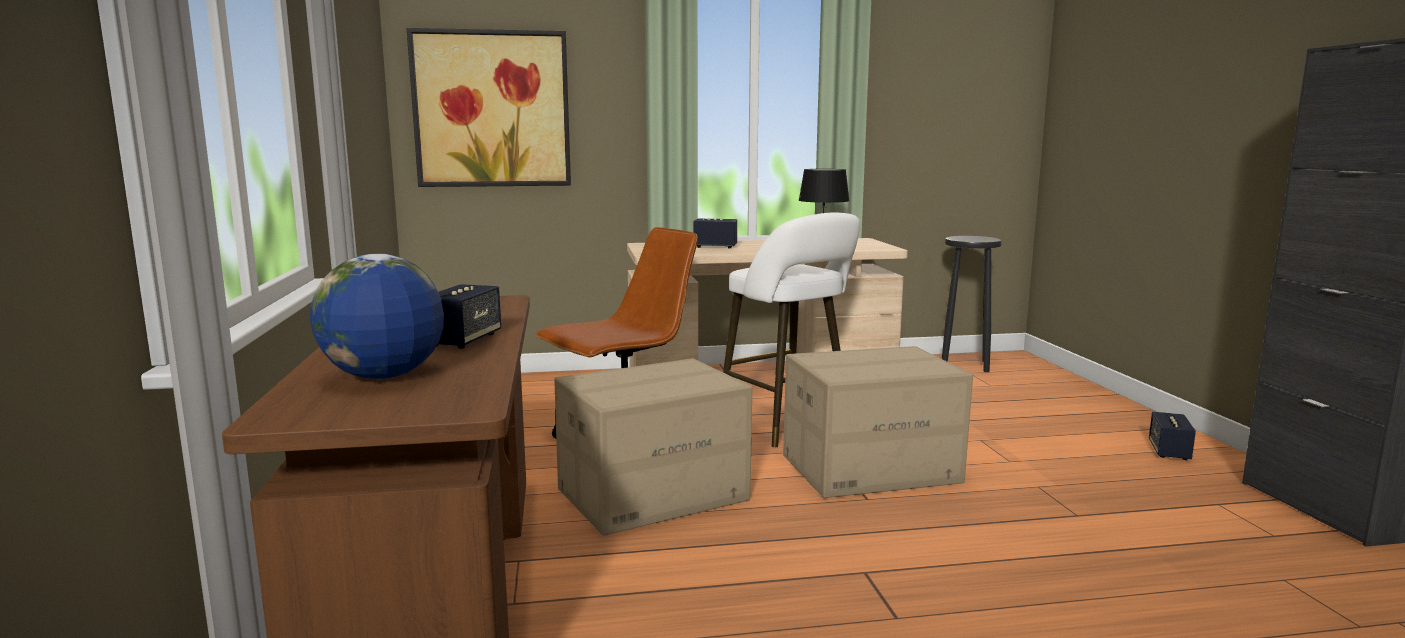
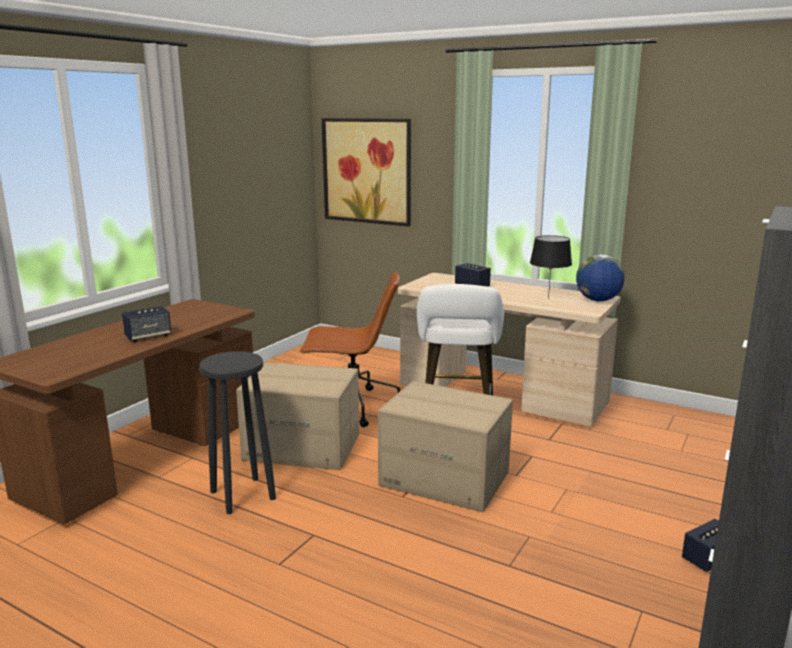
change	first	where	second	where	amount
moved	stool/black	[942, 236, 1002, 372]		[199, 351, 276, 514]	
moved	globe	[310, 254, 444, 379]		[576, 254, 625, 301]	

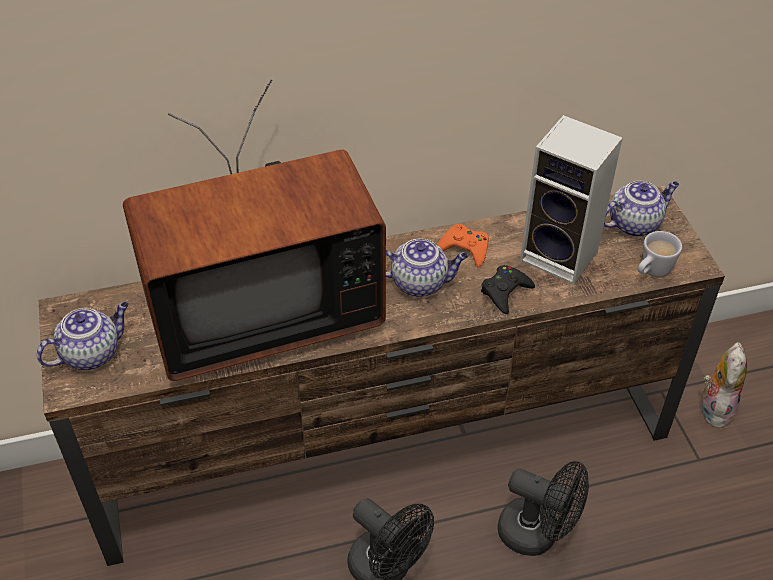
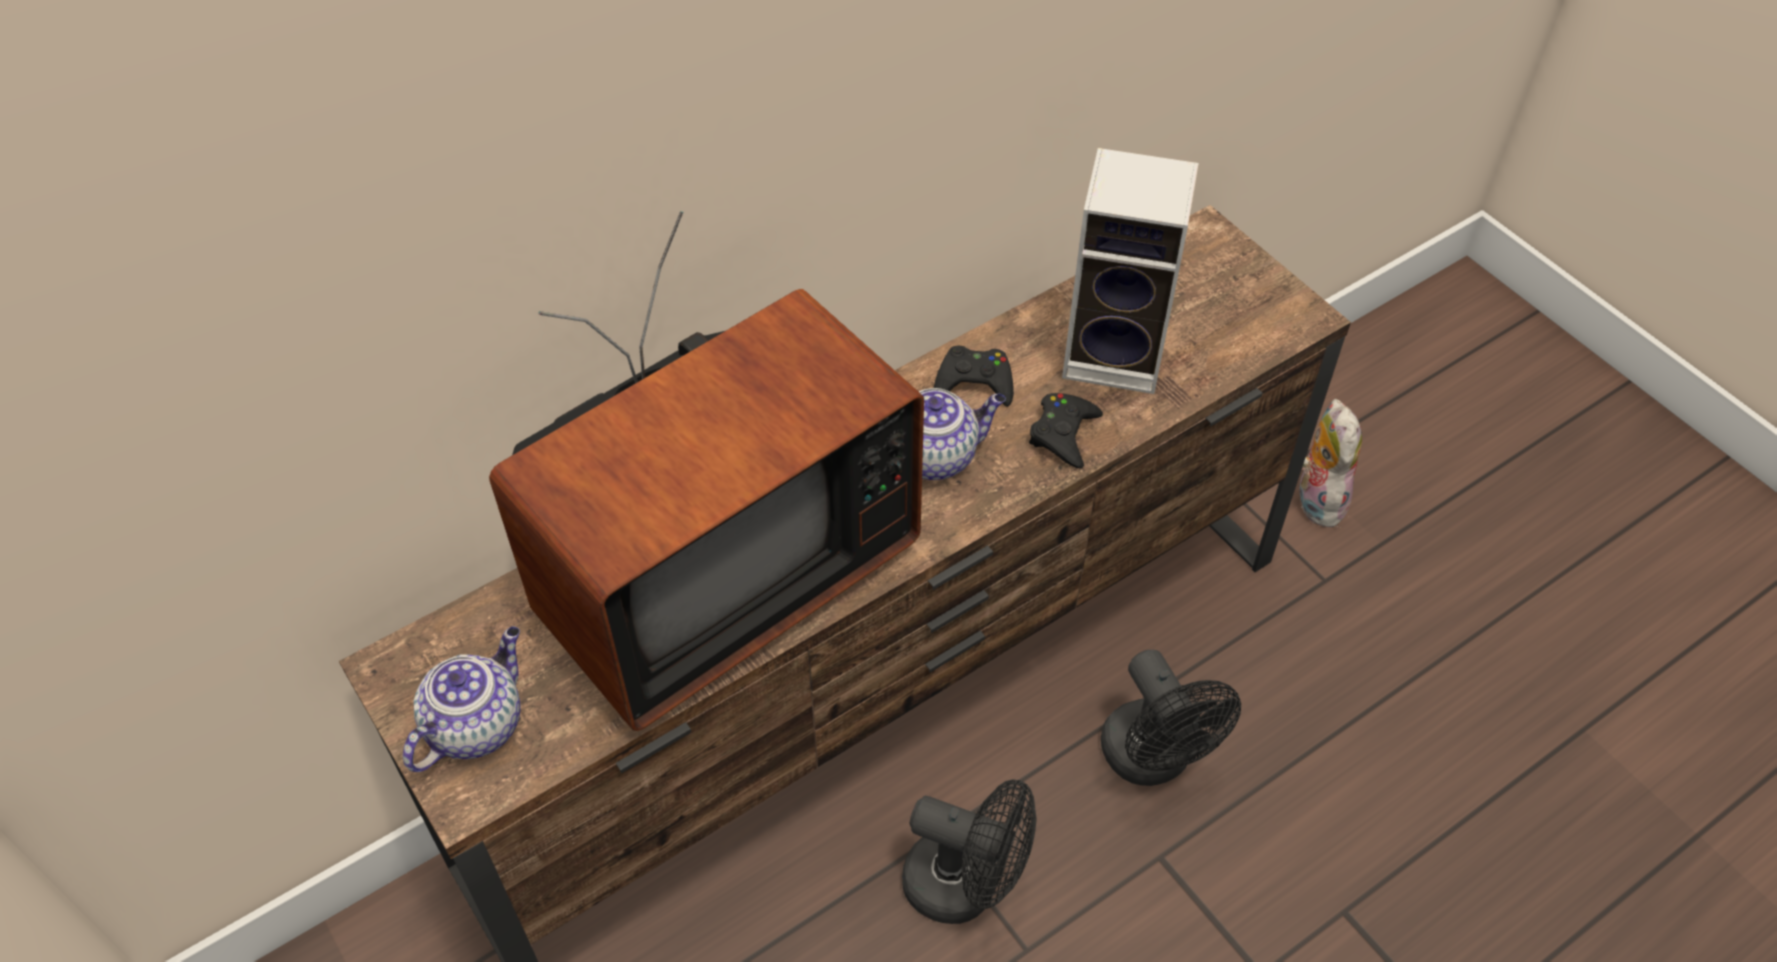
change	first	where	second	where	amount
recoloured	game controller/orange	[437, 224, 489, 268]	game controller/black	[934, 346, 1014, 407]	
turned	fan/black	[498, 461, 589, 556]		[1101, 650, 1241, 786]	60 degrees clockwise
removed	teapot	[604, 181, 679, 237]			
removed	mug/white	[638, 231, 682, 278]			

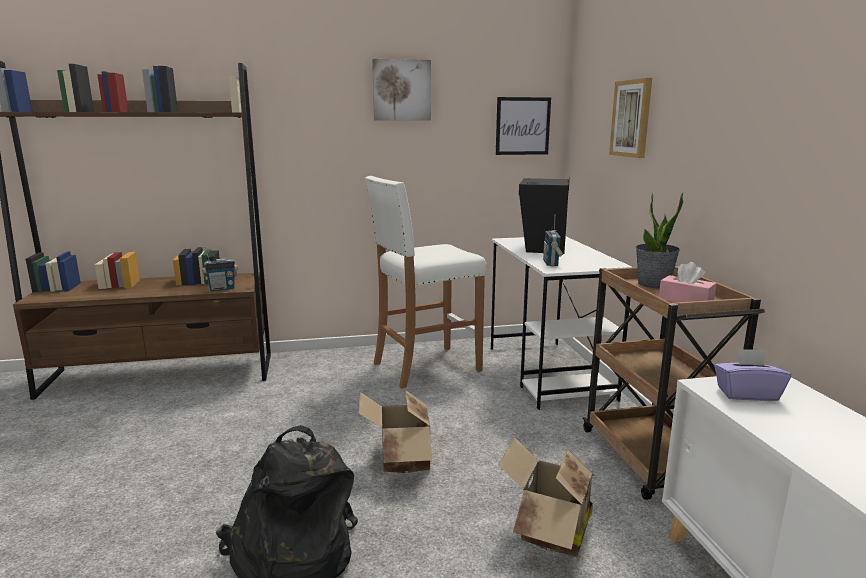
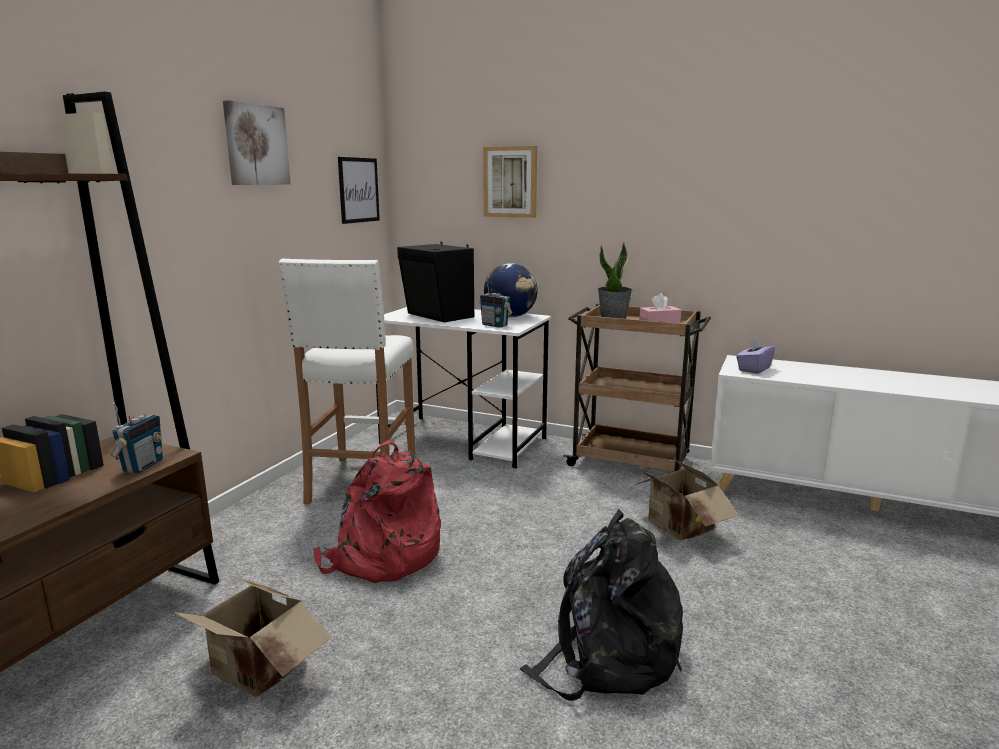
change	first	where	second	where	amount
moved	cardboard box	[359, 390, 432, 473]		[172, 576, 332, 697]	
added			backpack/red	[313, 440, 441, 583]	
added			globe	[484, 263, 538, 318]	

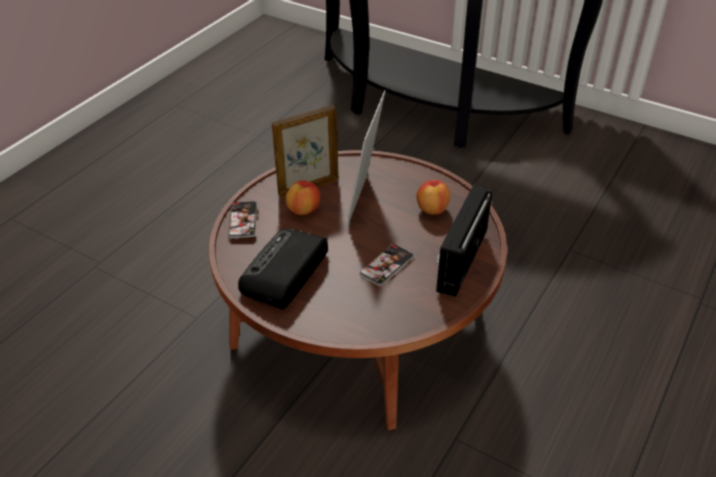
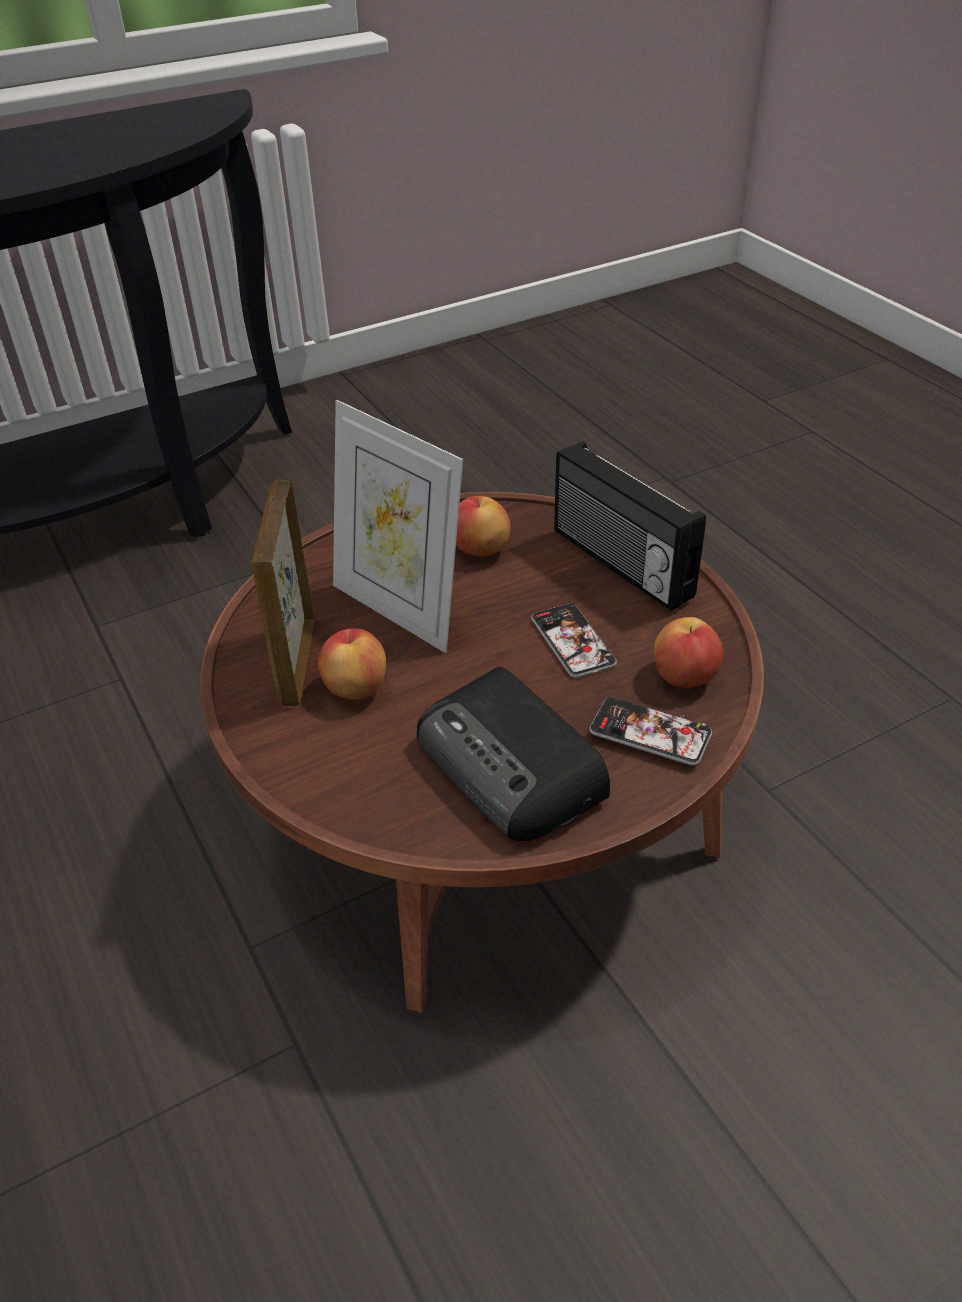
change	first	where	second	where	amount
moved	phone	[228, 201, 257, 238]		[589, 697, 712, 766]	
added			apple	[654, 617, 723, 688]	

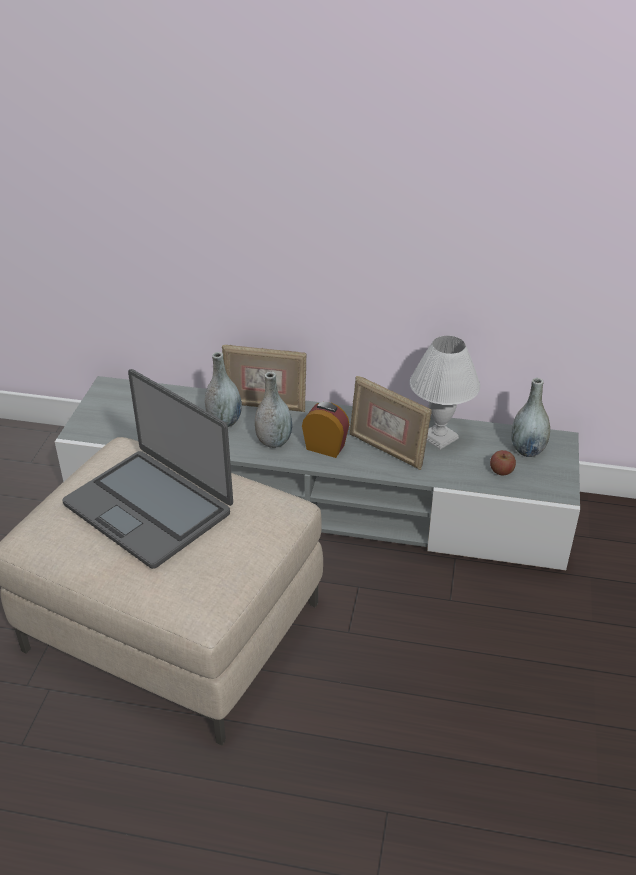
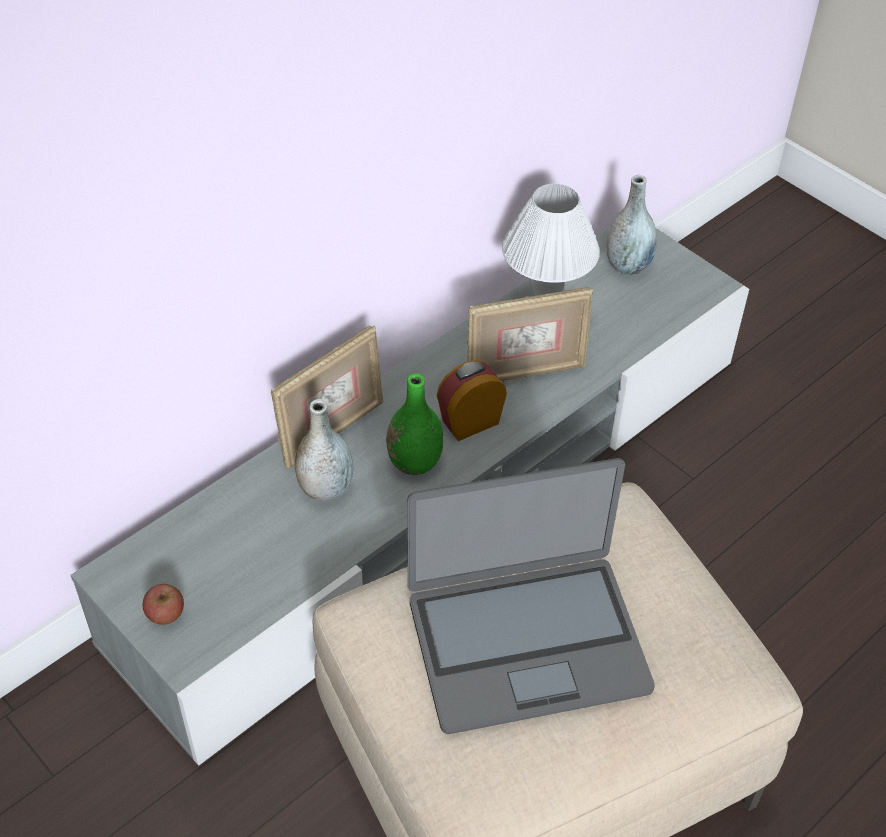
change	first	where	second	where	amount
moved	apple	[490, 450, 516, 475]		[143, 584, 184, 625]	
recoloured	vase/grey	[255, 372, 292, 448]	vase/green	[386, 373, 443, 475]	

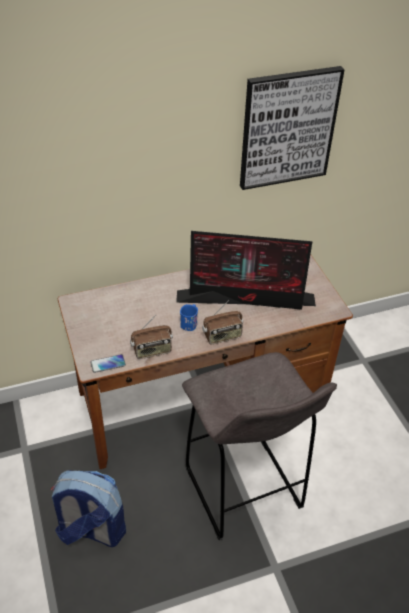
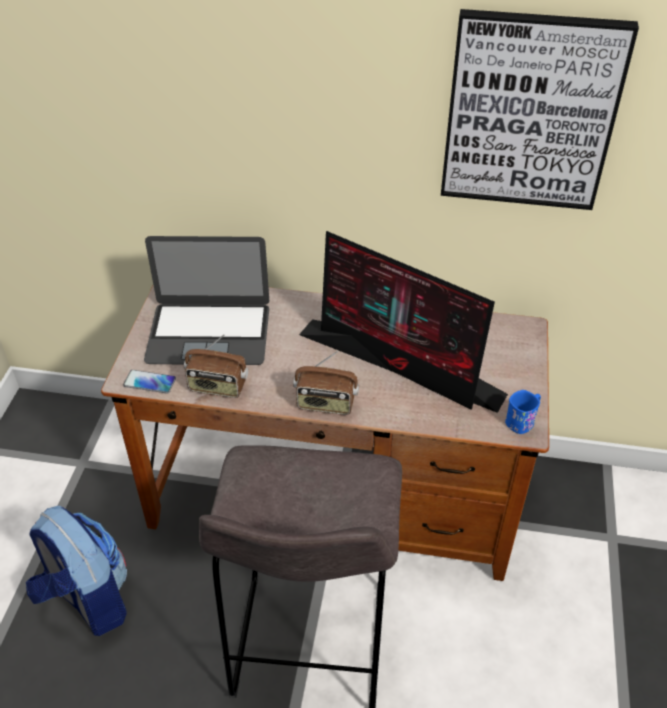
change	first	where	second	where	amount
added			laptop	[144, 236, 269, 365]	
moved	mug/blue	[180, 304, 198, 331]		[505, 390, 541, 434]	

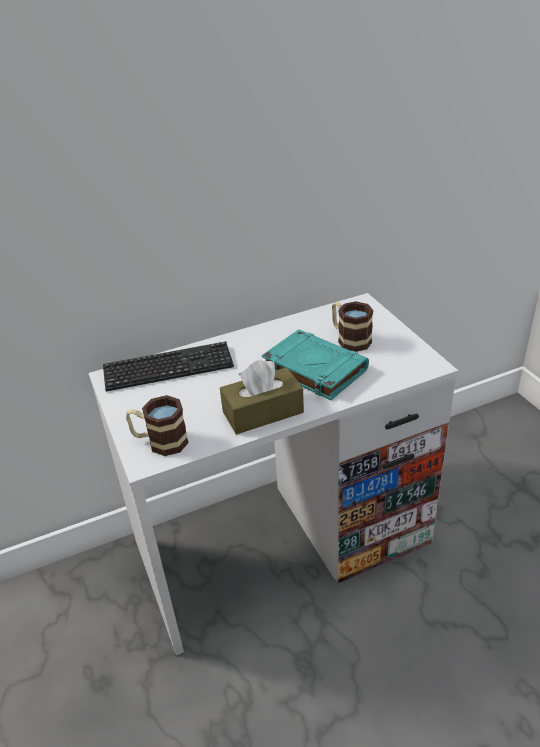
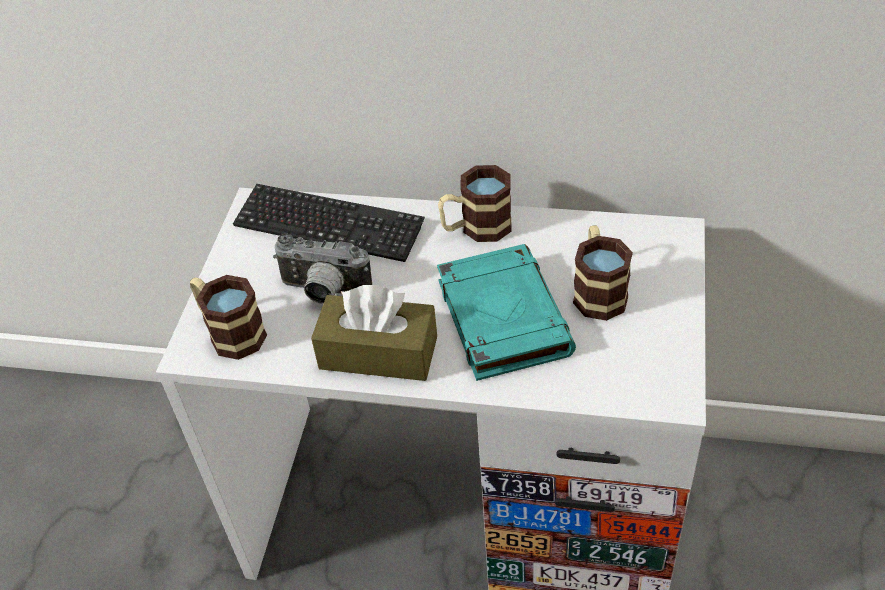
change	first	where	second	where	amount
added			photo camera	[273, 234, 372, 303]	
added			mug	[438, 165, 512, 242]	

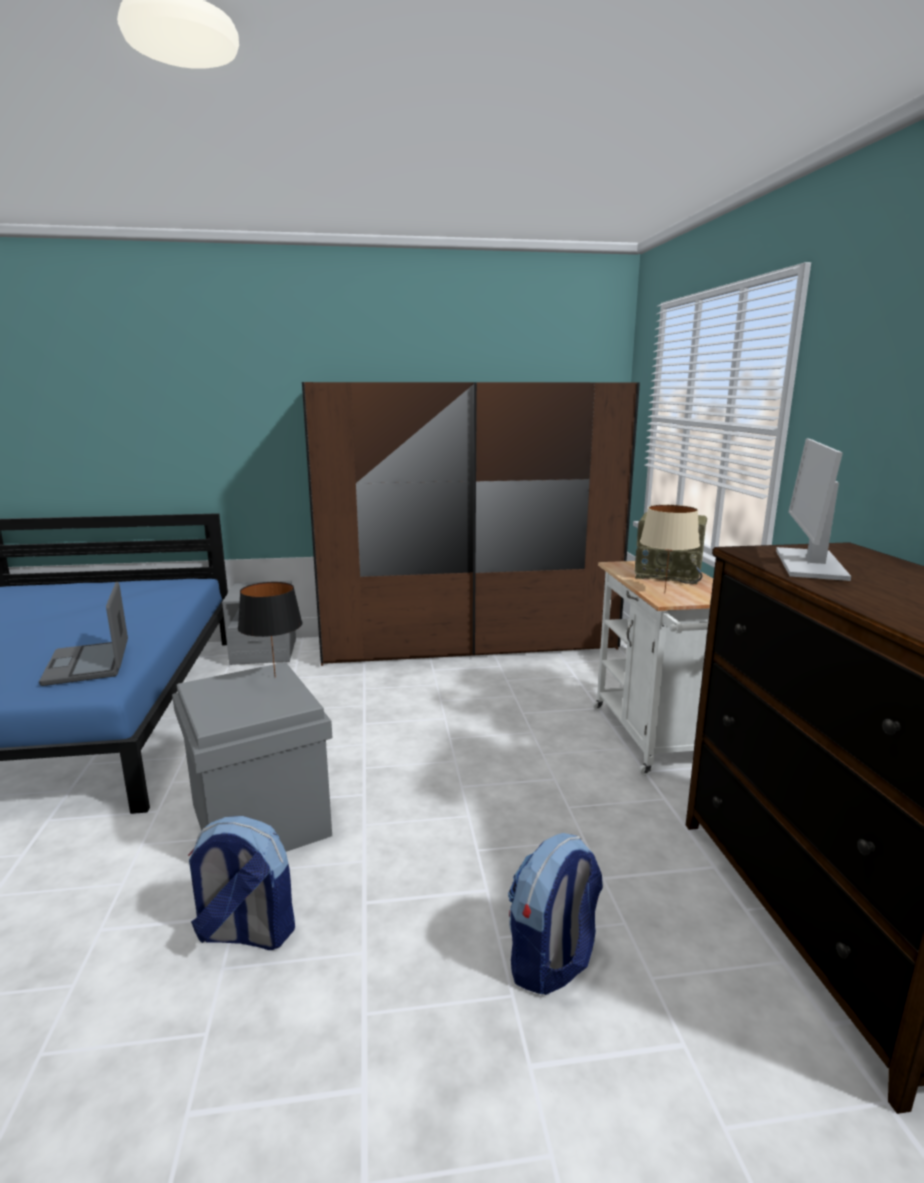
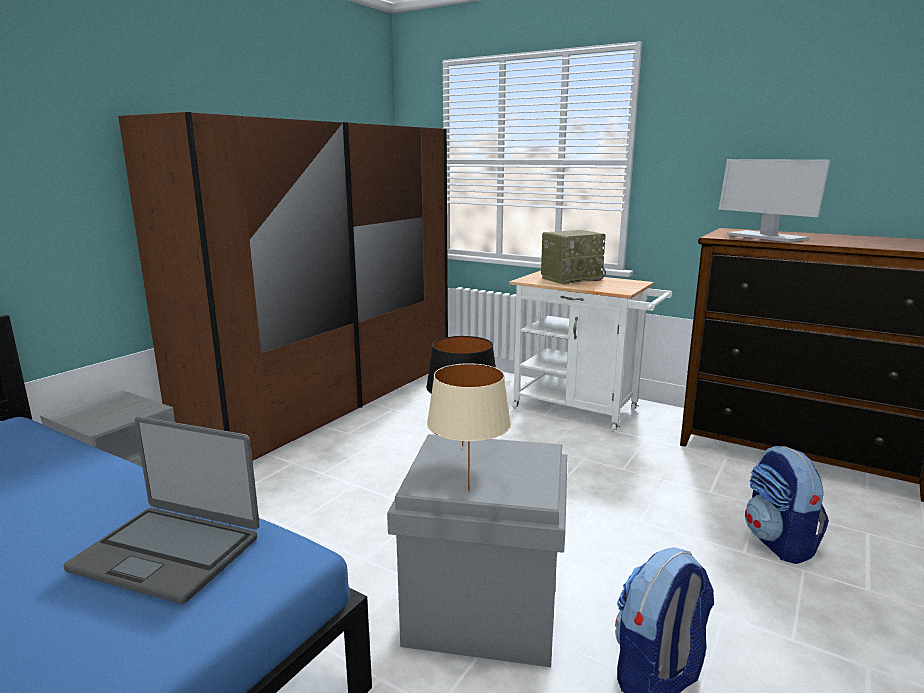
change	first	where	second	where	amount
moved	table lamp/beige	[640, 504, 700, 593]		[427, 363, 511, 491]	

